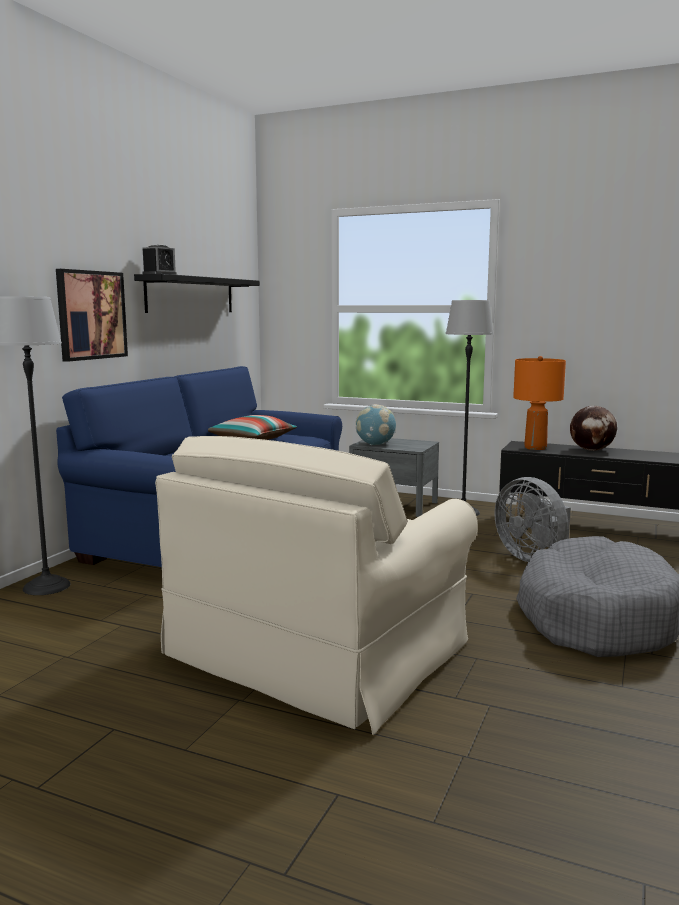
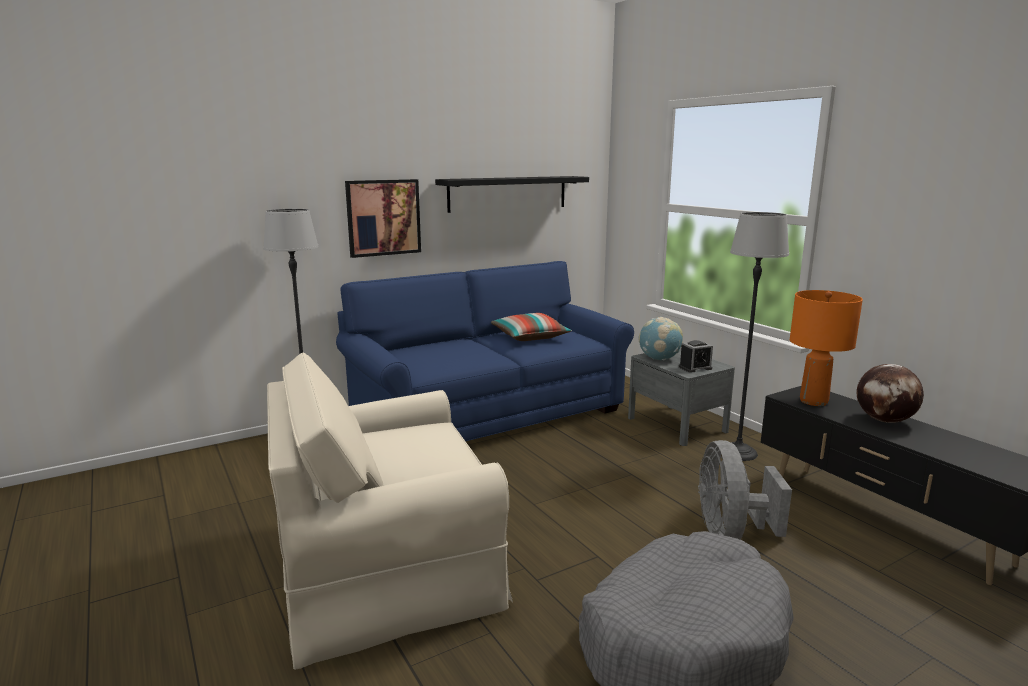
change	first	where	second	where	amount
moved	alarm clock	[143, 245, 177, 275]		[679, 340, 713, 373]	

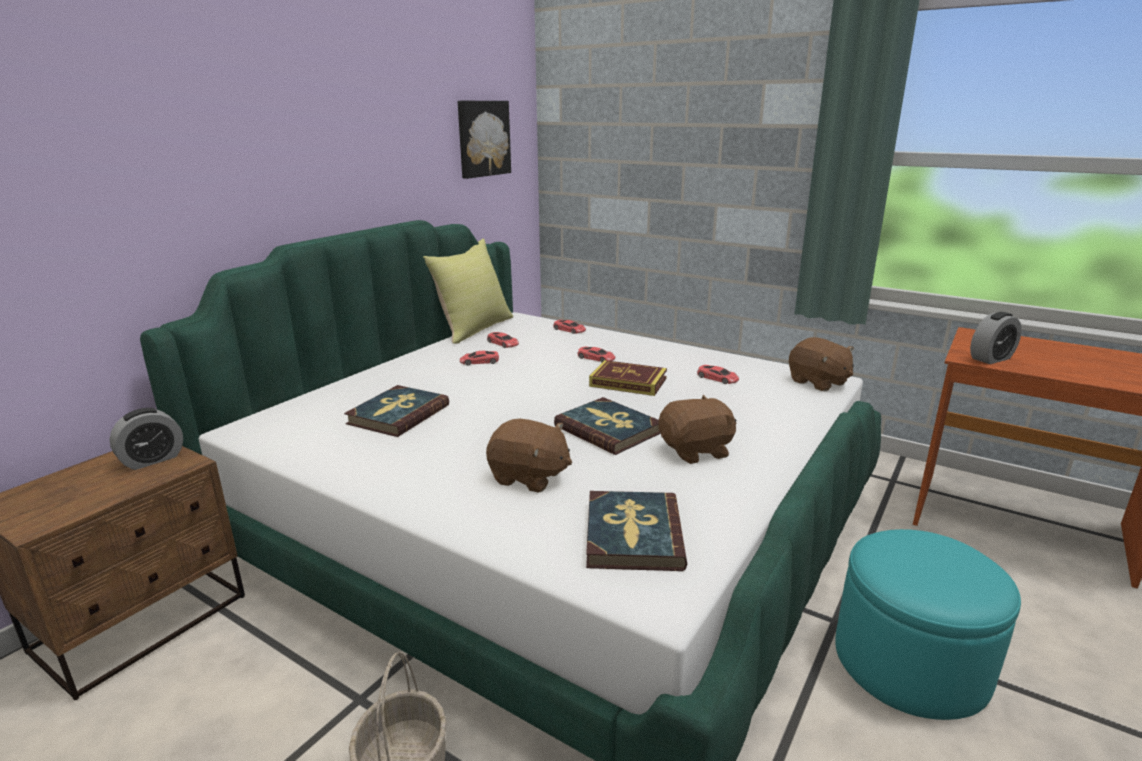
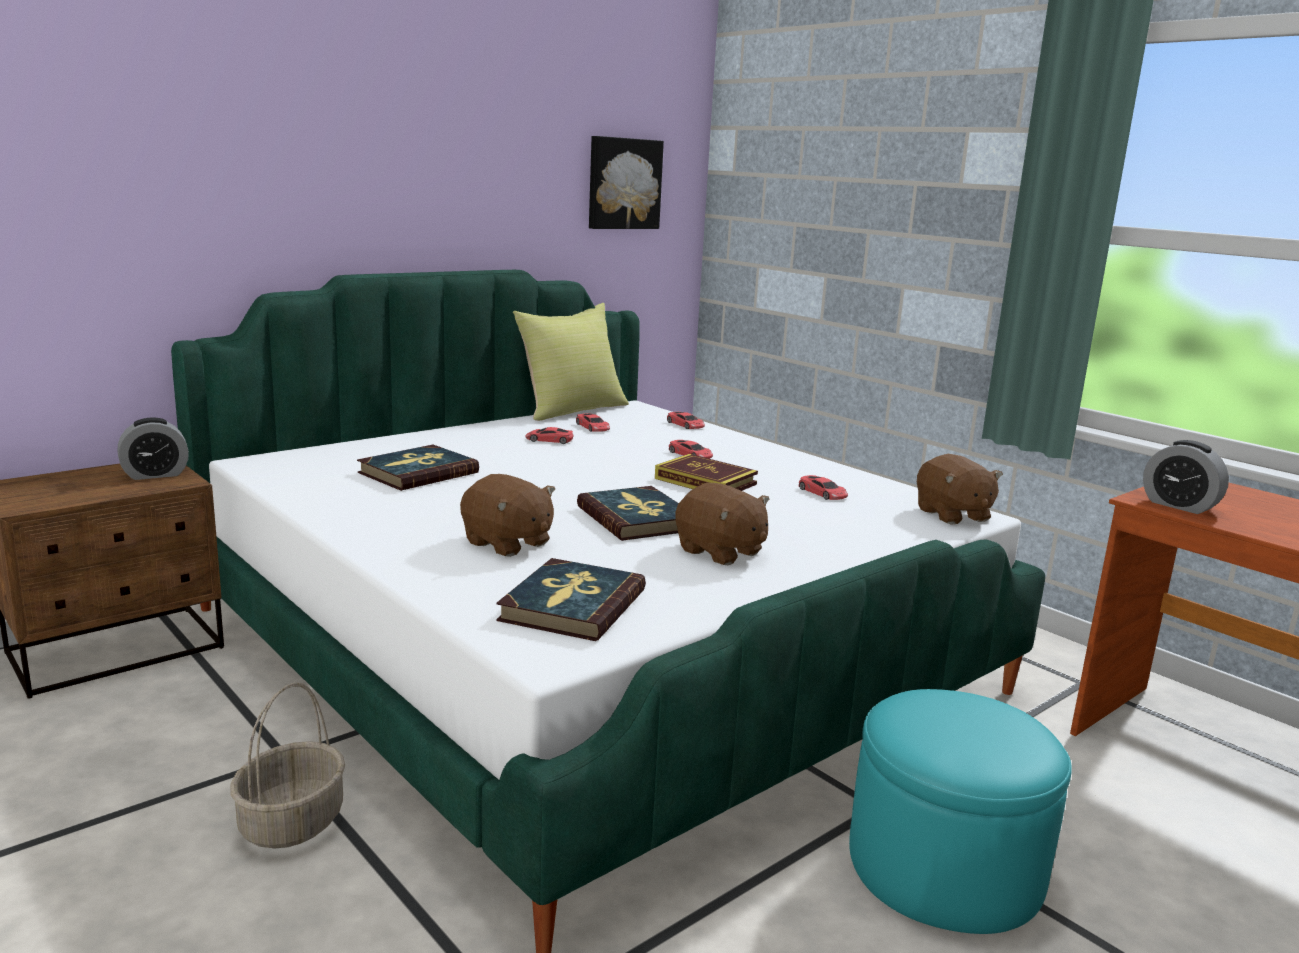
change	first	where	second	where	amount
turned	plush toy/brown	[658, 395, 737, 464]		[675, 483, 770, 565]	45 degrees clockwise
turned	alarm clock	[970, 312, 1022, 364]		[1143, 440, 1229, 514]	60 degrees clockwise

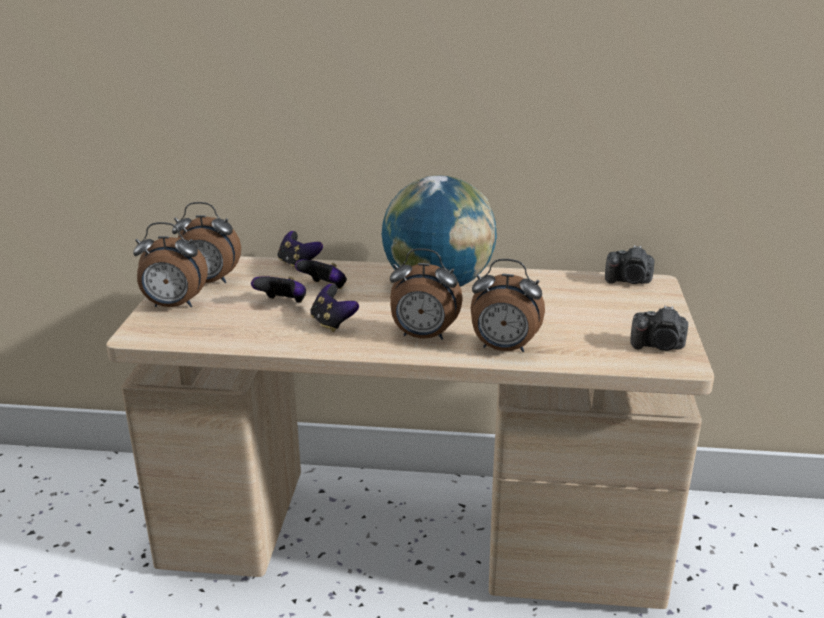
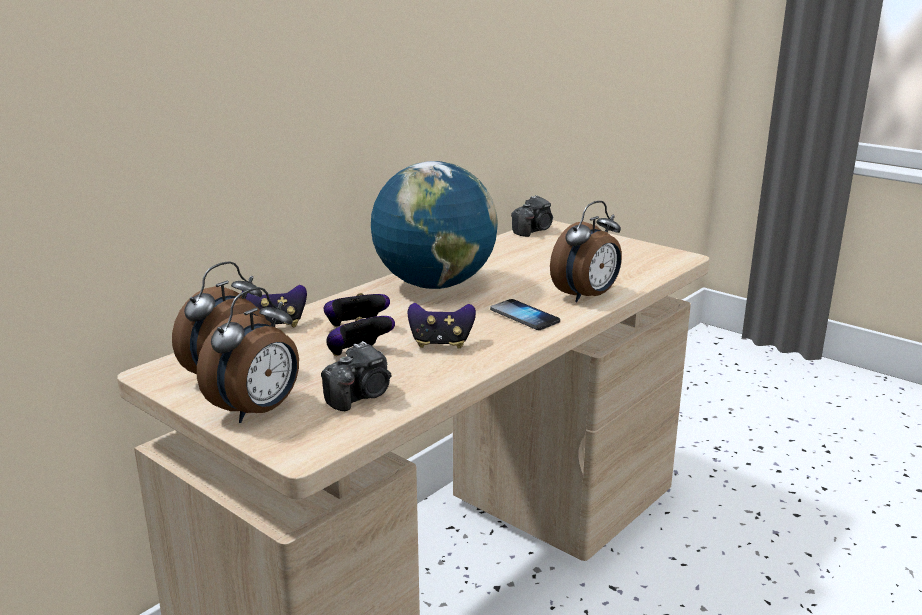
change	first	where	second	where	amount
moved	photo camera	[630, 306, 688, 351]		[321, 341, 391, 411]	
replaced	alarm clock	[390, 248, 463, 340]	phone	[490, 299, 560, 330]	

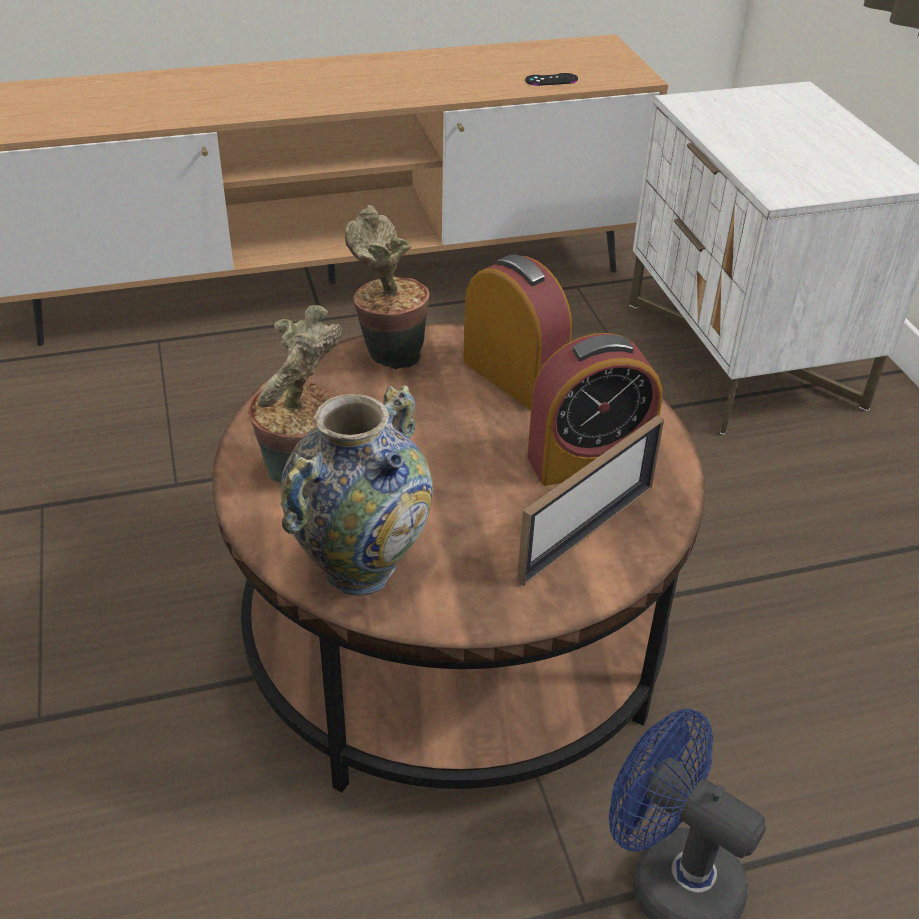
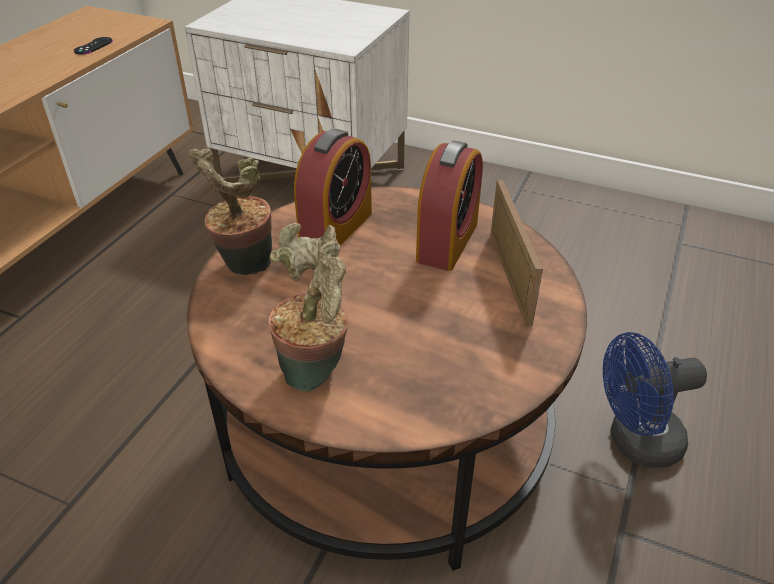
change	first	where	second	where	amount
turned	alarm clock	[463, 255, 572, 410]		[294, 129, 372, 246]	120 degrees clockwise
removed	vase	[280, 385, 433, 596]			

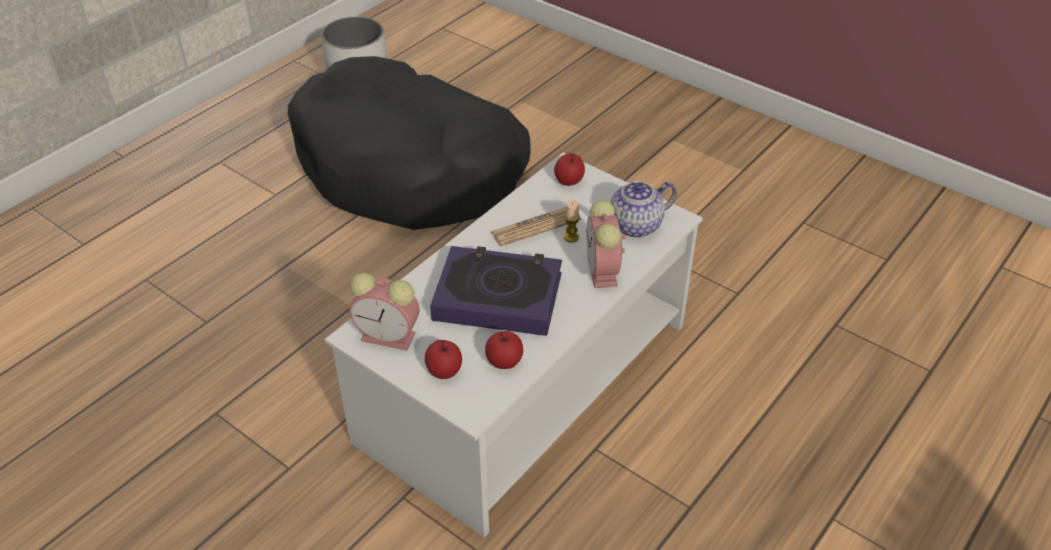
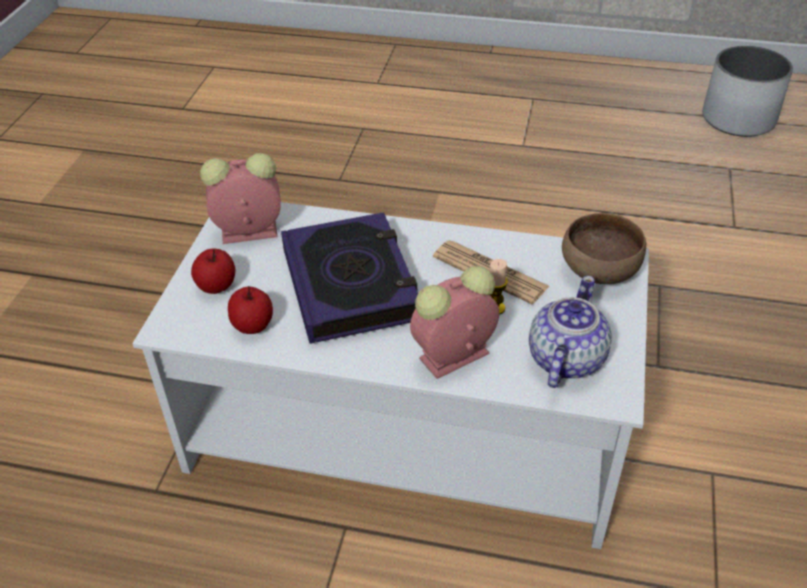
change	first	where	second	where	amount
turned	alarm clock	[349, 273, 420, 351]		[200, 153, 281, 244]	90 degrees clockwise
turned	teapot	[610, 181, 677, 238]		[529, 276, 612, 388]	75 degrees clockwise
replaced	apple	[554, 153, 585, 186]	bowl/brown	[562, 213, 646, 284]	
removed	dog bed/black	[288, 56, 530, 230]			

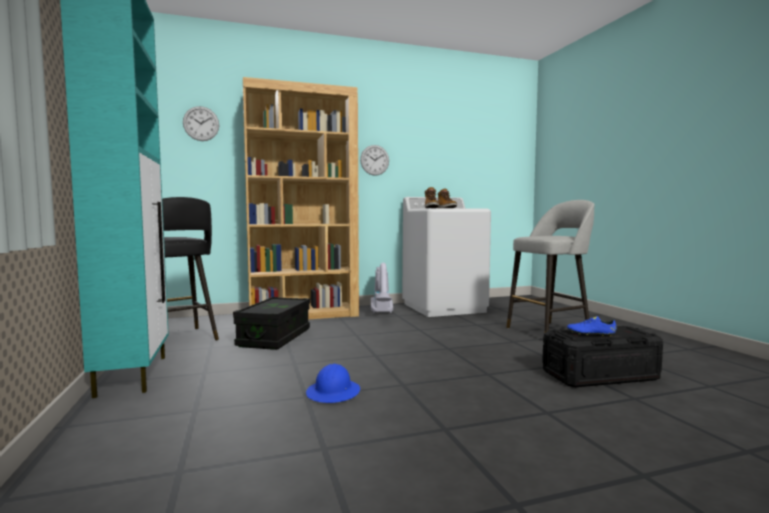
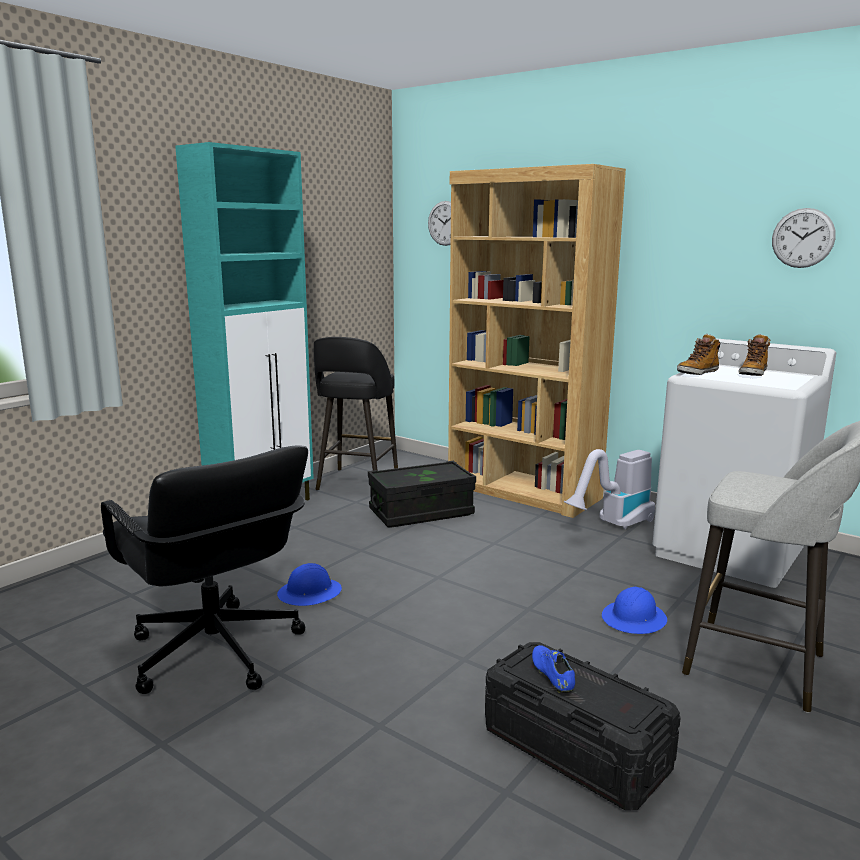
change	first	where	second	where	amount
added			office chair/black	[101, 445, 308, 694]	
added			hard hat/blue	[602, 587, 667, 634]	
moved	wall clock	[360, 145, 389, 176]		[772, 208, 836, 268]	

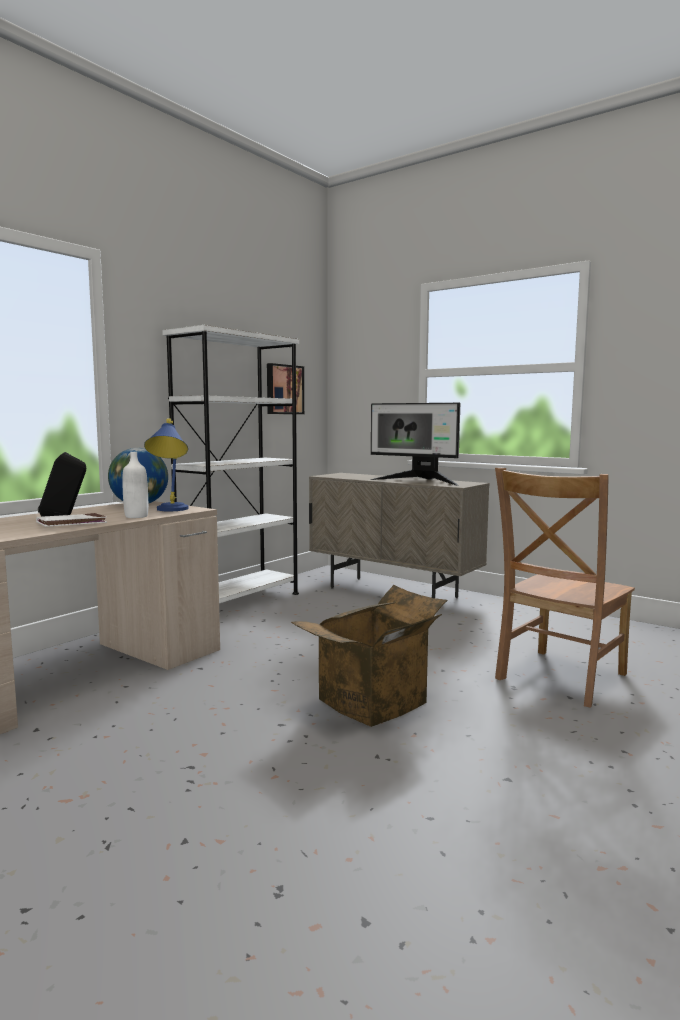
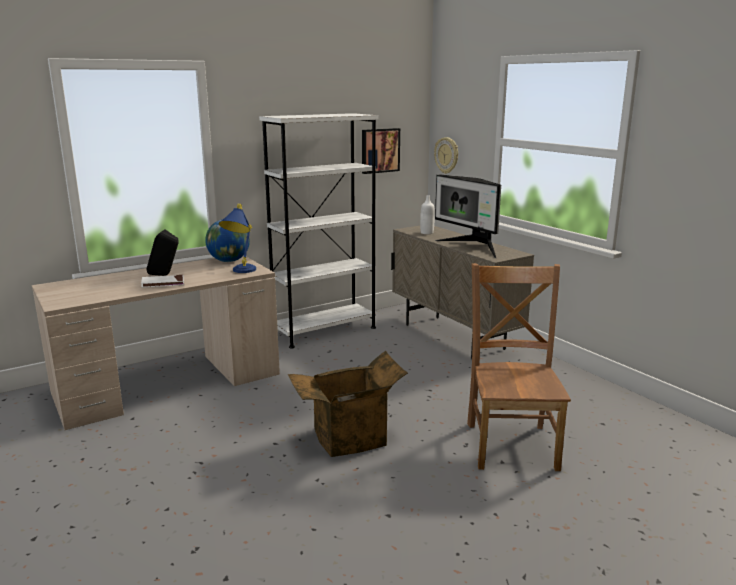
change	first	where	second	where	amount
moved	bottle/white	[122, 452, 148, 518]		[420, 195, 435, 234]	
added			wall clock	[434, 137, 458, 174]	
turned	chair/brown	[495, 468, 635, 707]		[467, 263, 571, 471]	120 degrees clockwise

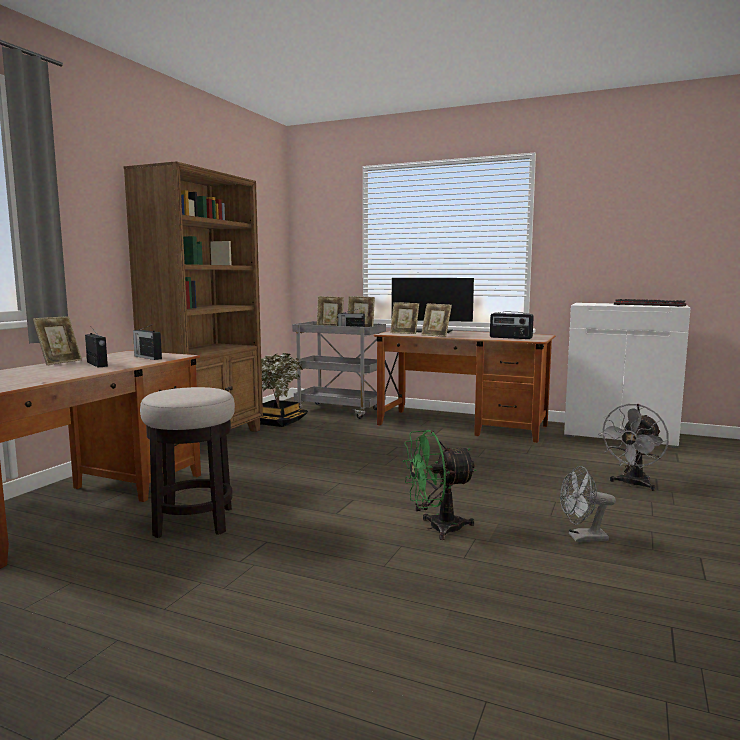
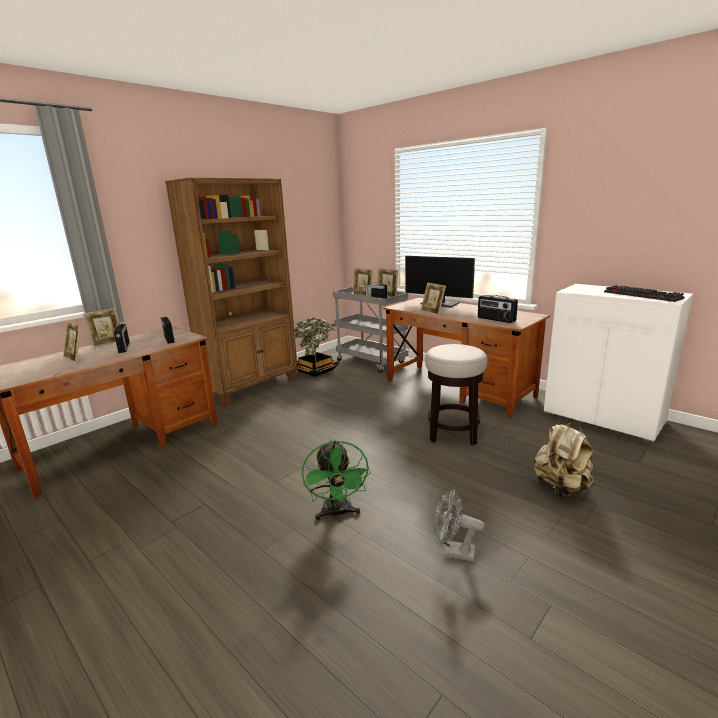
change	first	where	second	where	amount
moved	picture frame	[390, 302, 419, 334]		[63, 320, 81, 363]	
turned	fan/green	[403, 430, 476, 540]		[302, 440, 371, 521]	105 degrees counterclockwise
moved	stool	[140, 387, 235, 538]		[425, 344, 487, 445]	
replaced	fan/grey	[598, 404, 669, 491]	backpack/beige	[534, 421, 594, 497]	

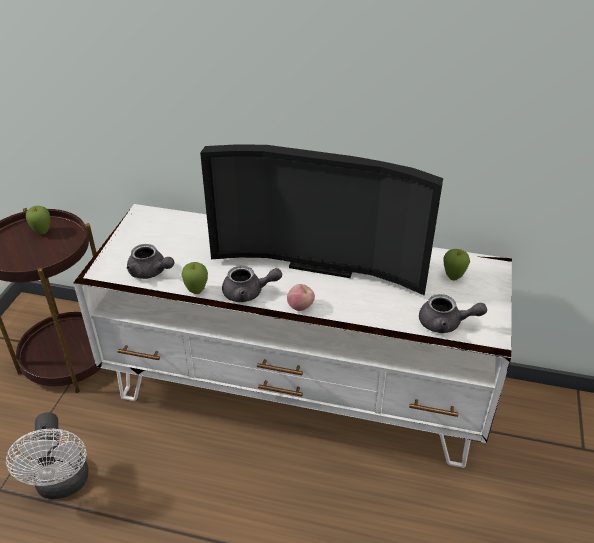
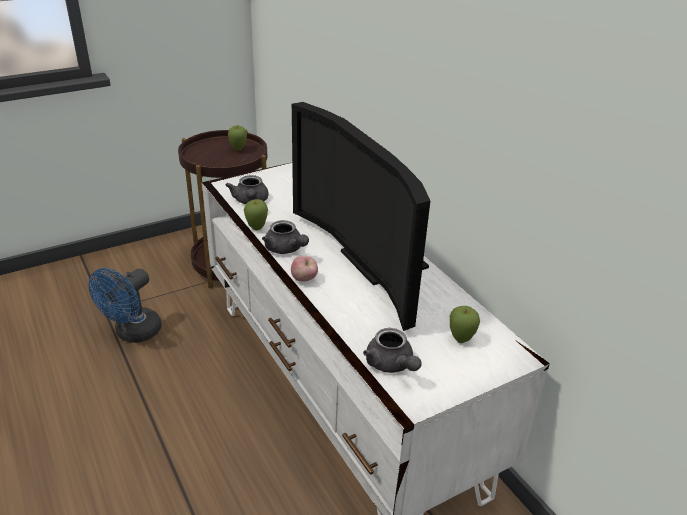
change	first	where	second	where	amount
recoloured	fan/white	[6, 412, 89, 499]	fan/blue	[89, 268, 162, 343]	

